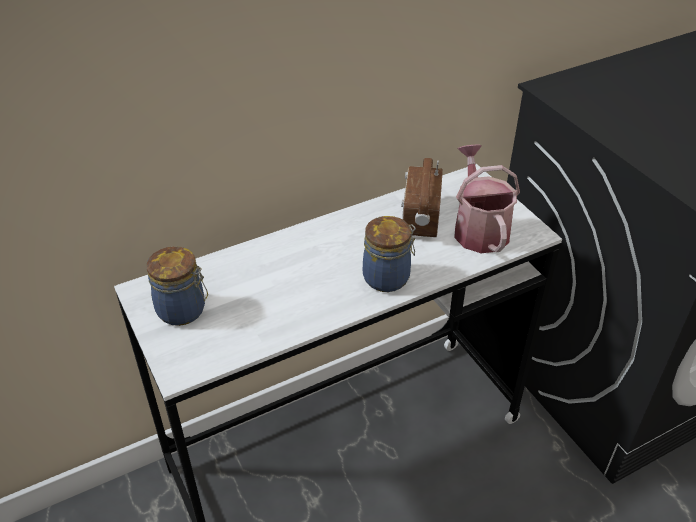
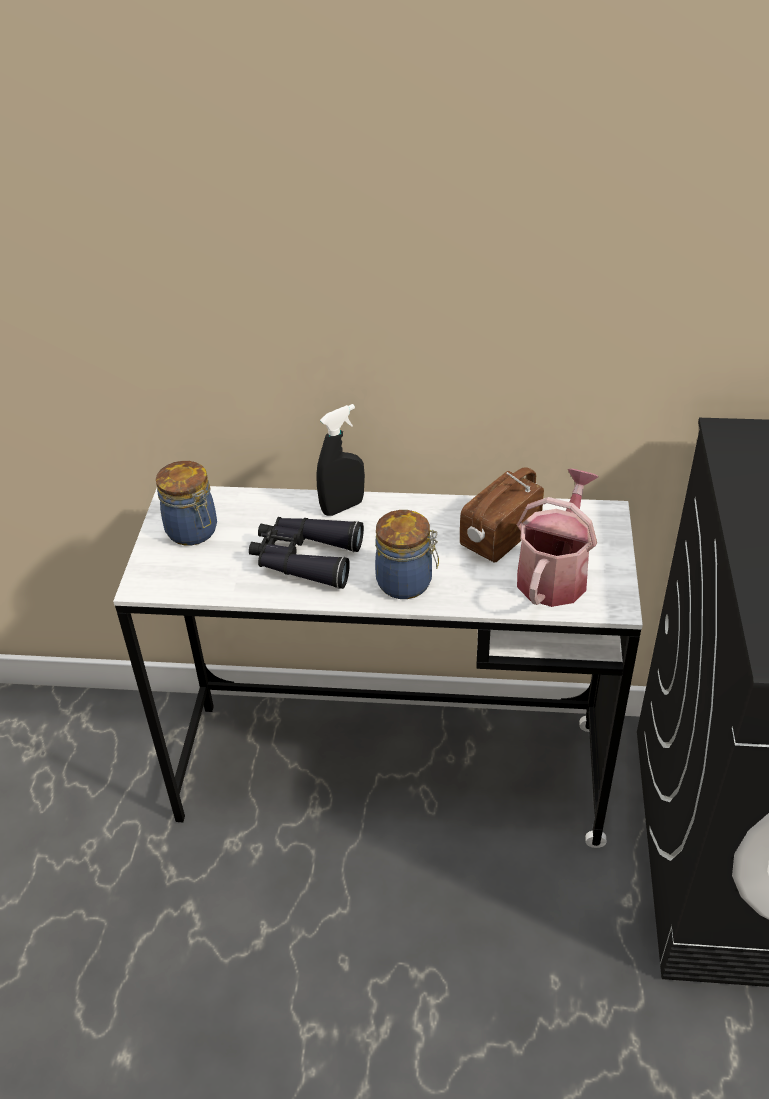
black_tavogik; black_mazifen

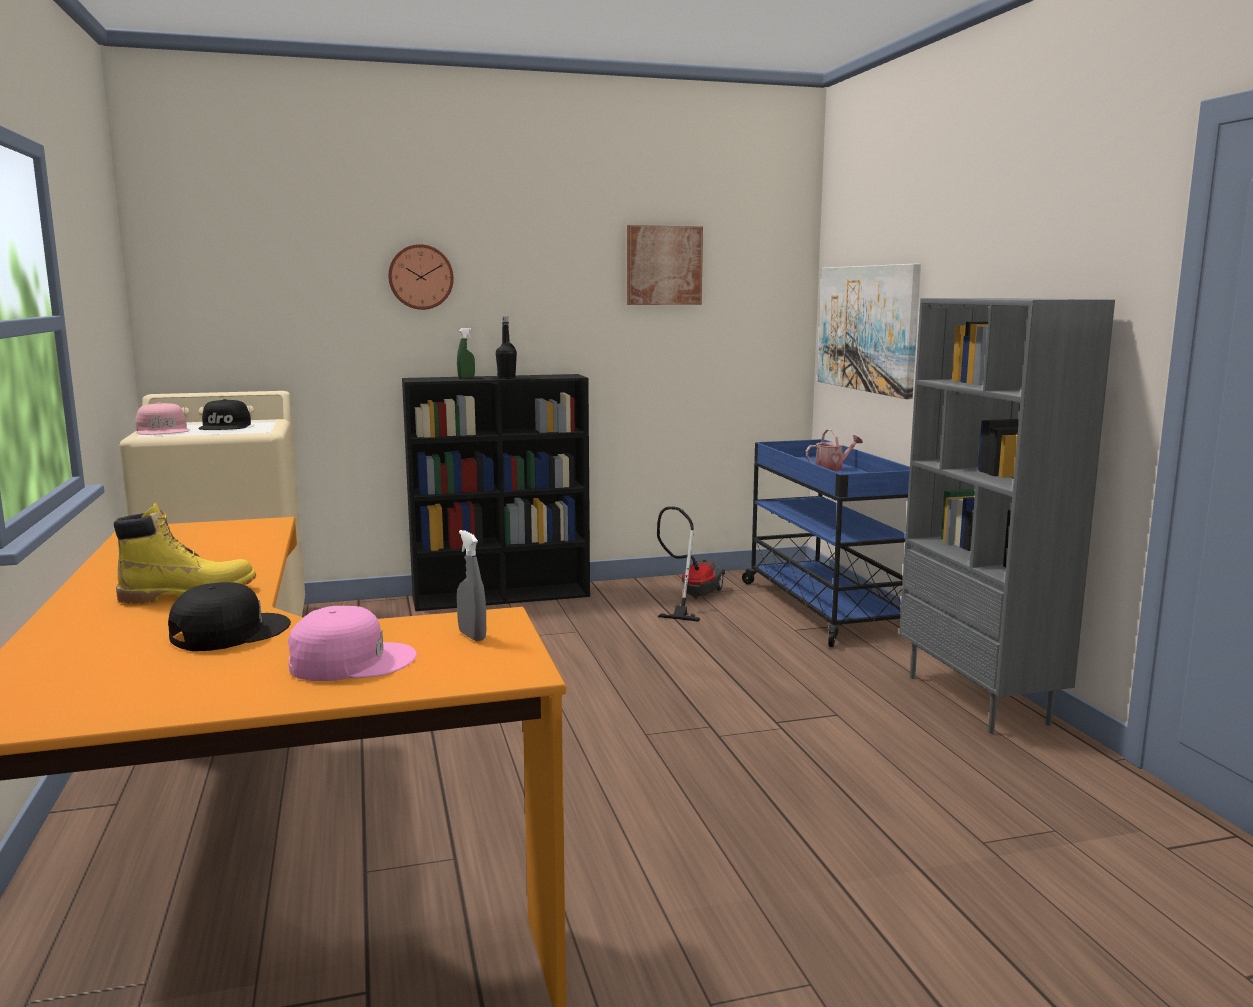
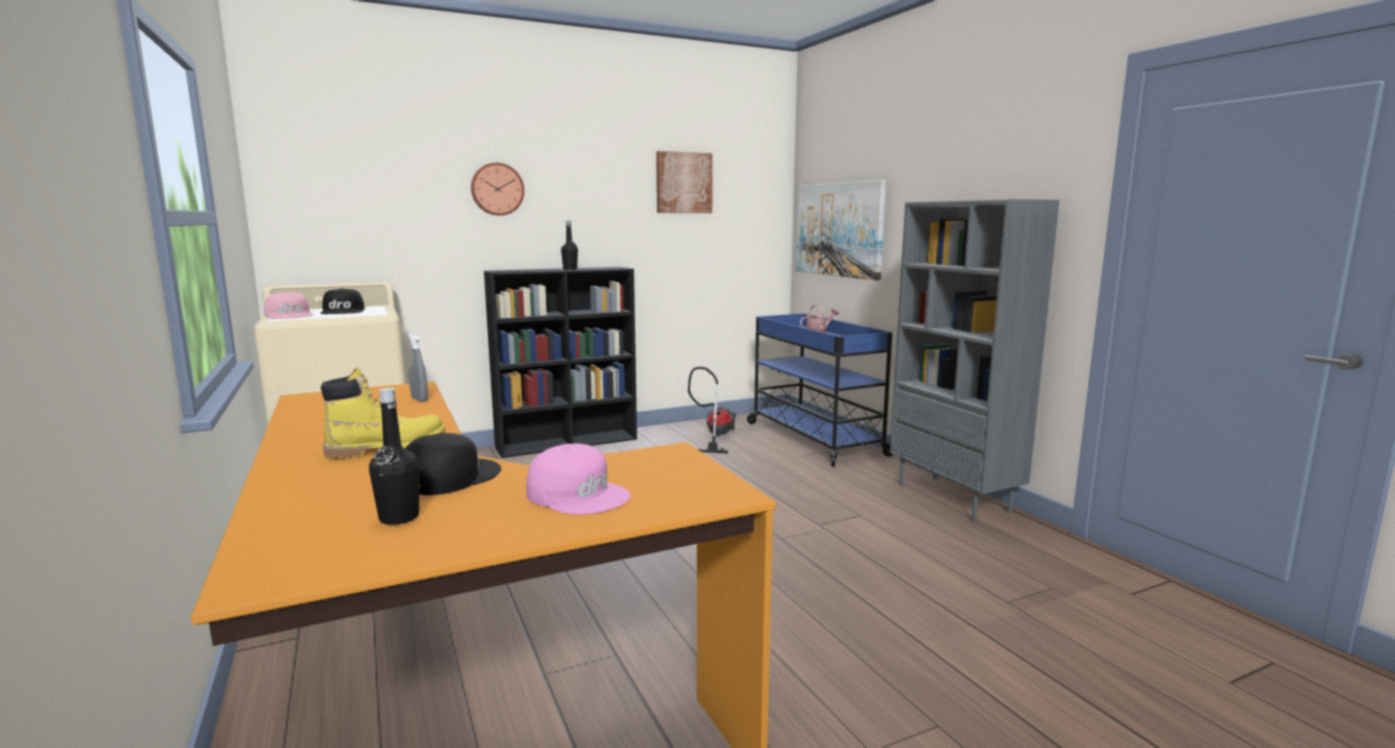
green_mazifen; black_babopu (no. 1 from left); grey_mazifen; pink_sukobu (no. 2 from left)

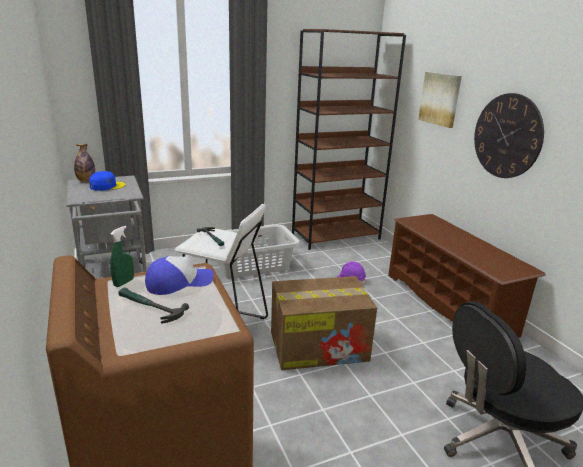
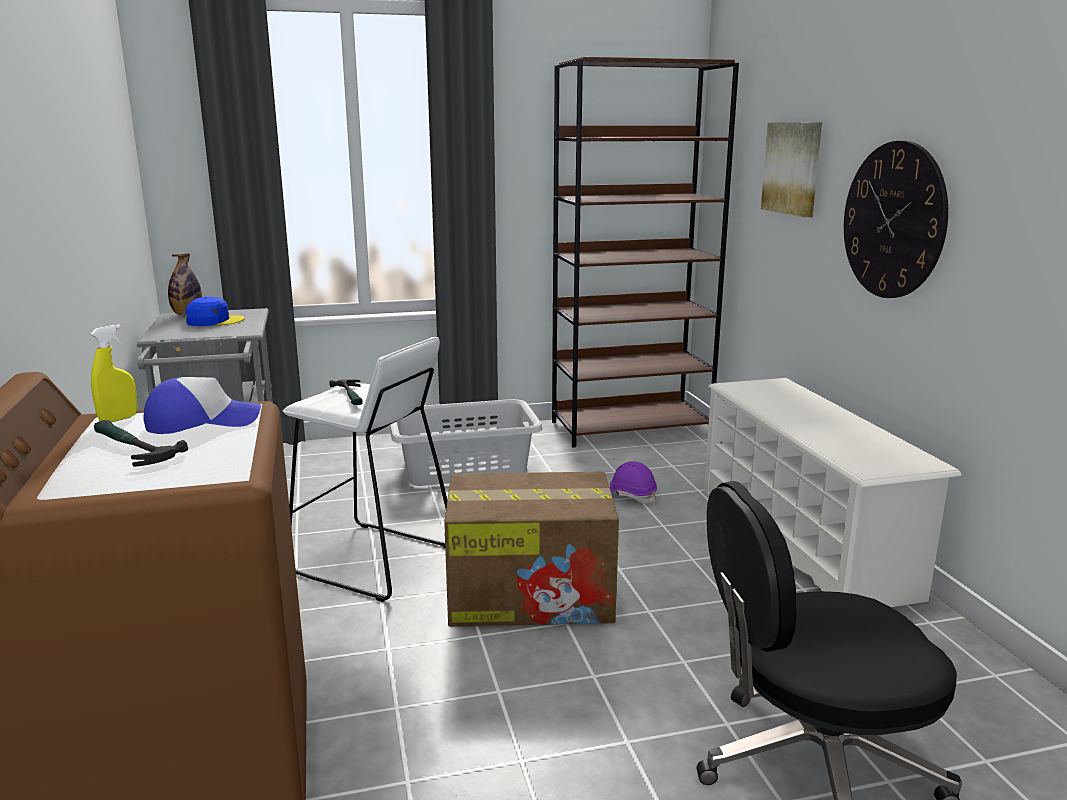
yellow_mazifen; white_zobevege

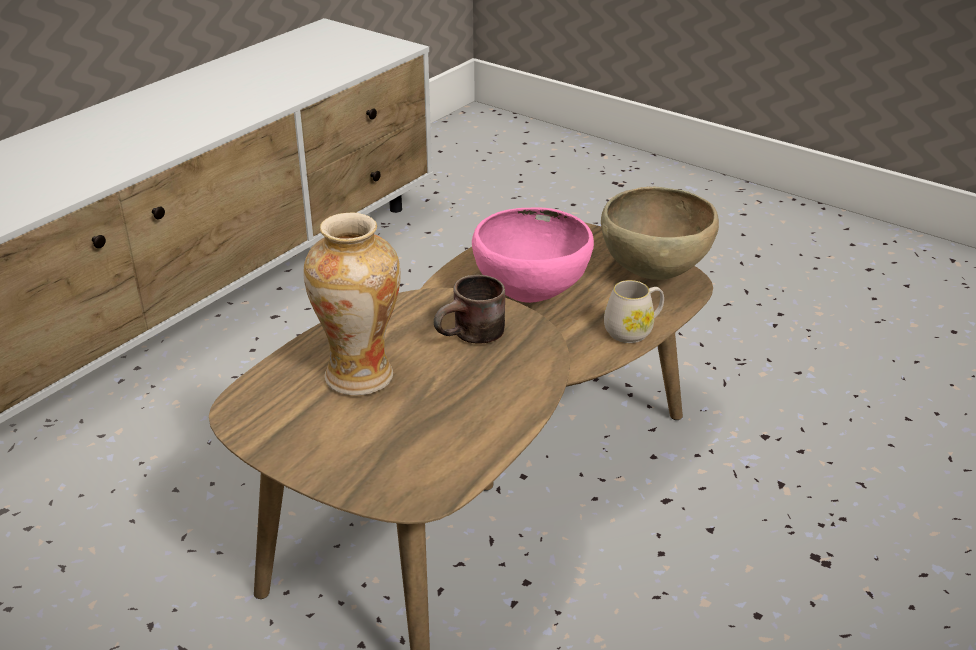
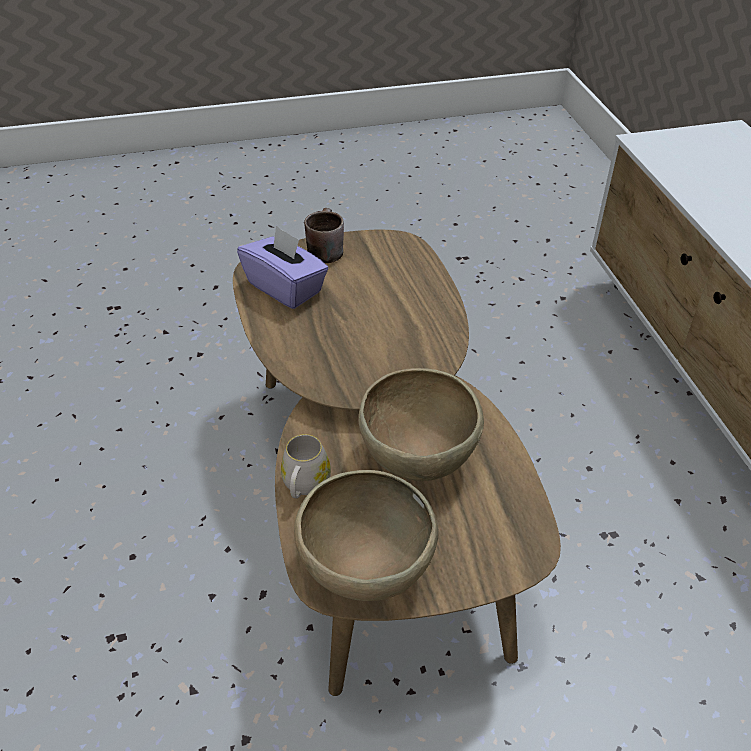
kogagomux; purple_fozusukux; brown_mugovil; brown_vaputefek (no. 2 from left)

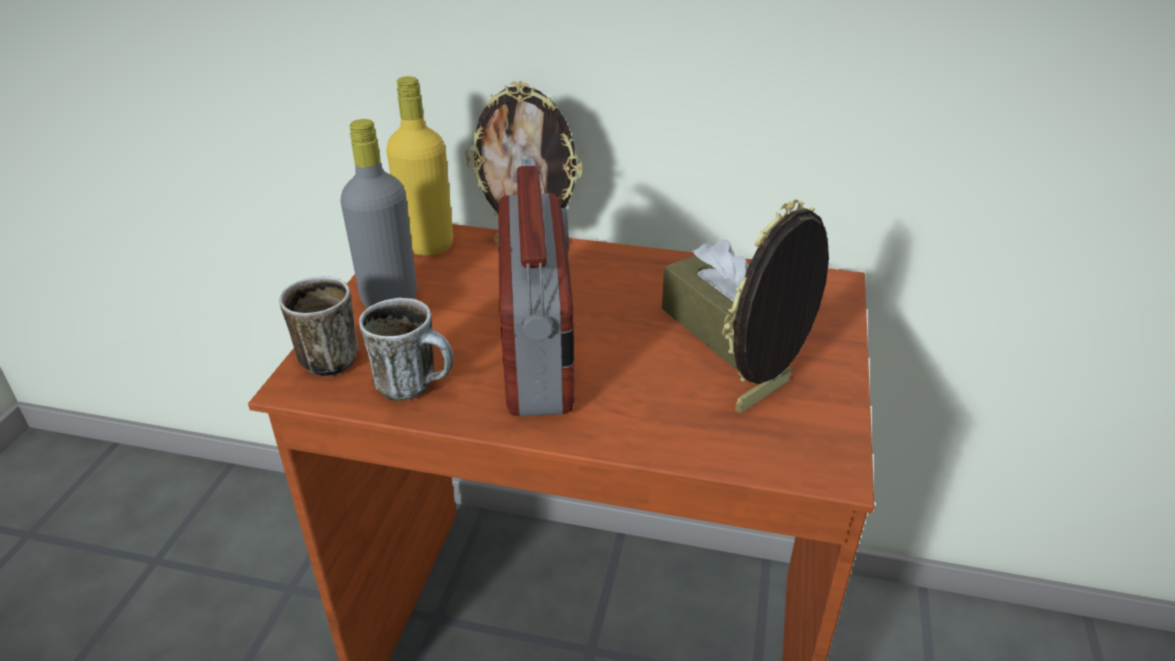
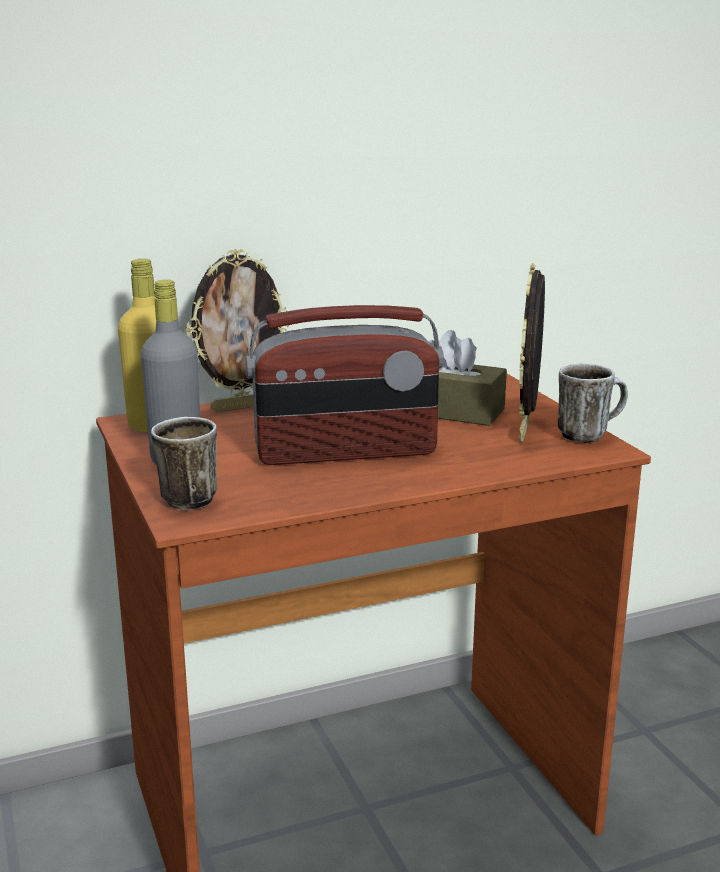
mugovil (no. 2 from left); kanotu

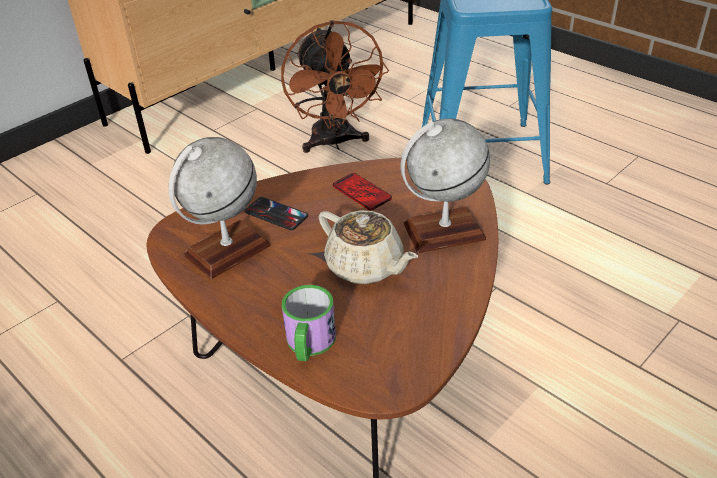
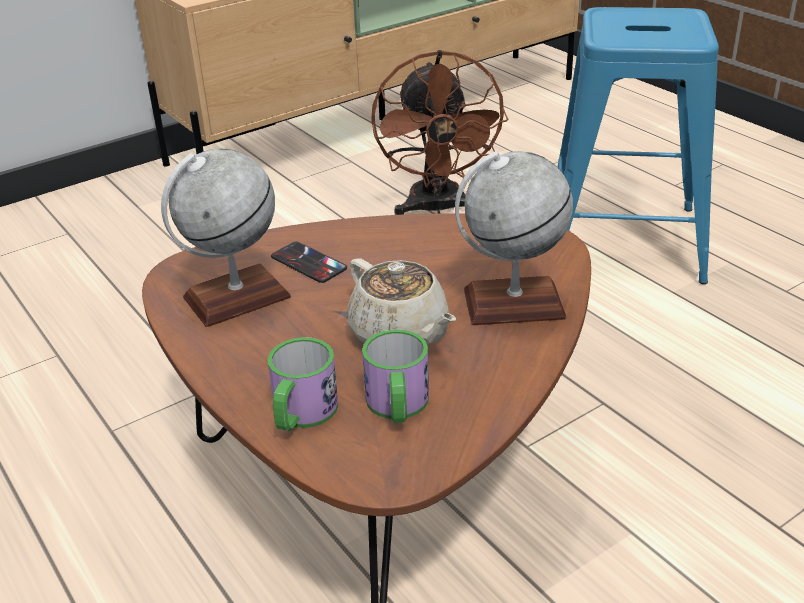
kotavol (no. 2 from left in the first image); mugovil (no. 2 from left)

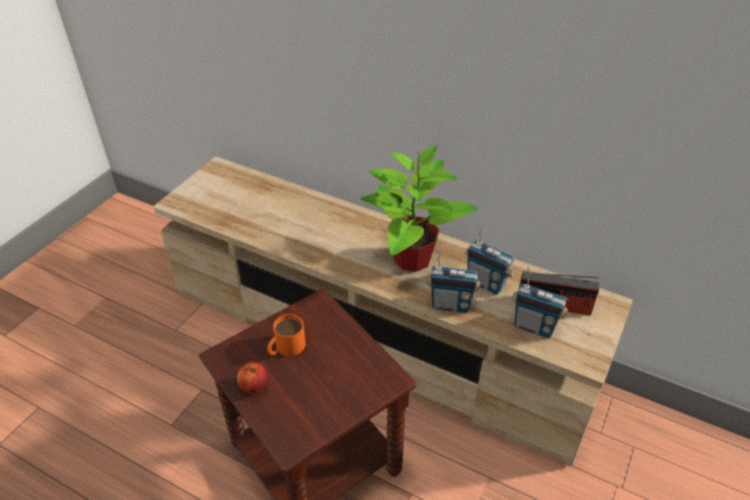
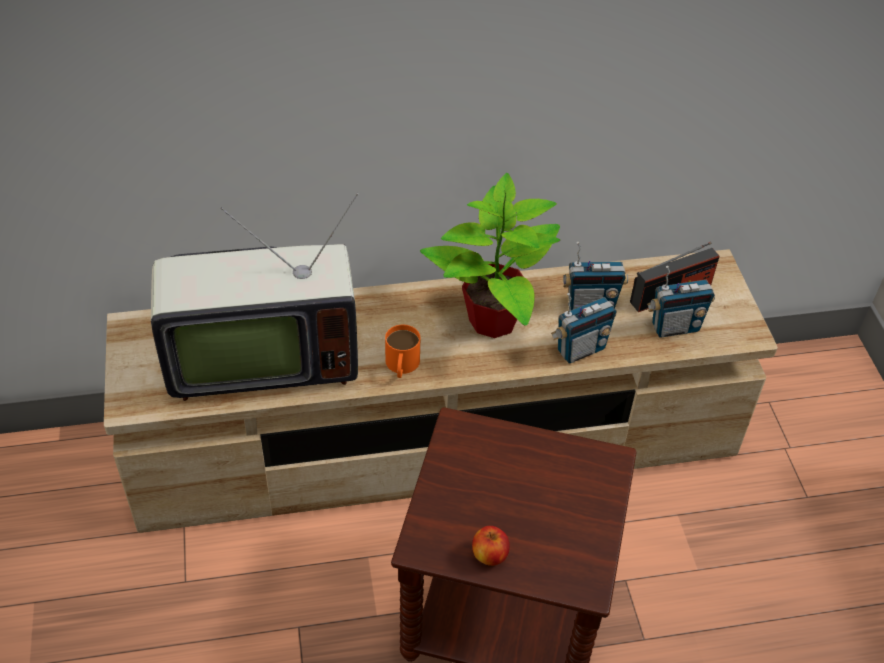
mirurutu; orange_mugovil

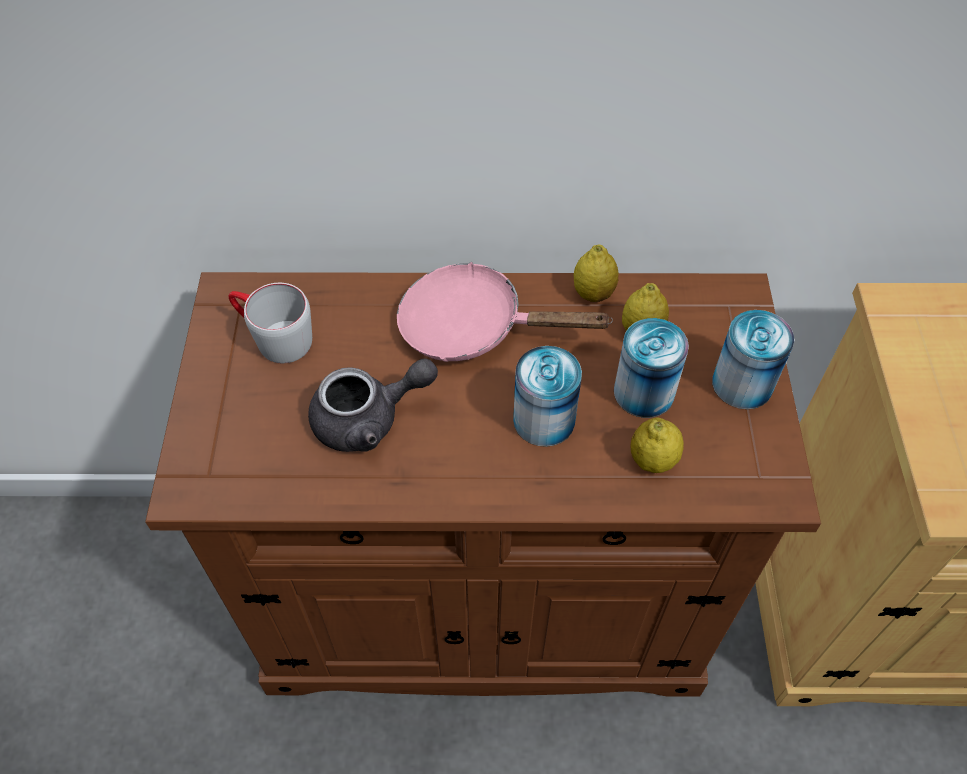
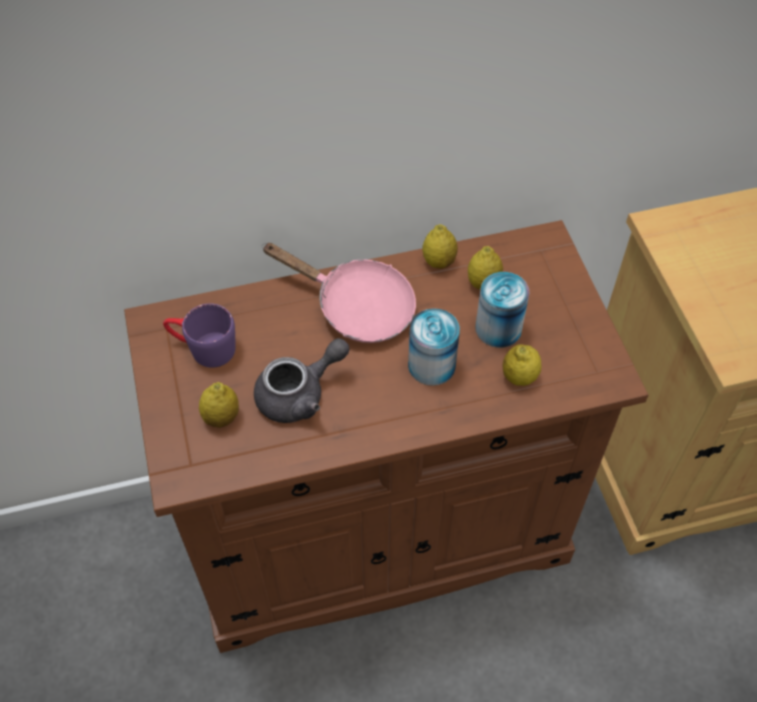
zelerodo (no. 3 from left in the first image); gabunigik (no. 1 from left); purple_mugovil; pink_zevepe

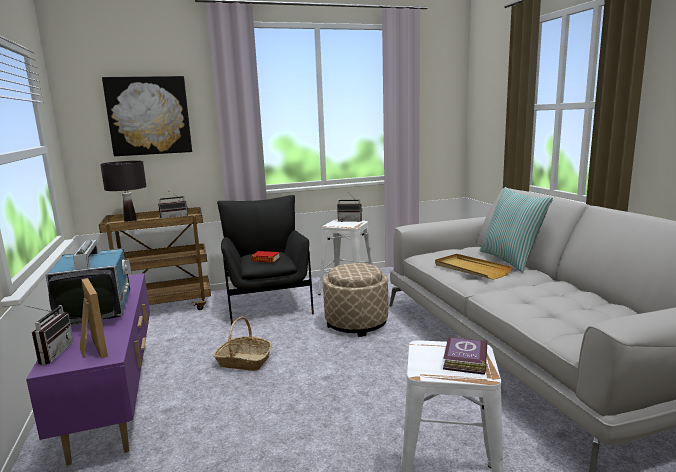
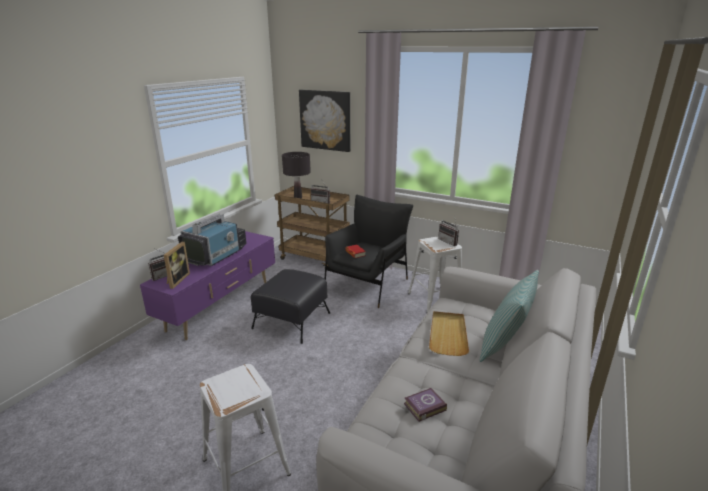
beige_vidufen; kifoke (no. 2 from left); black_vidufen

